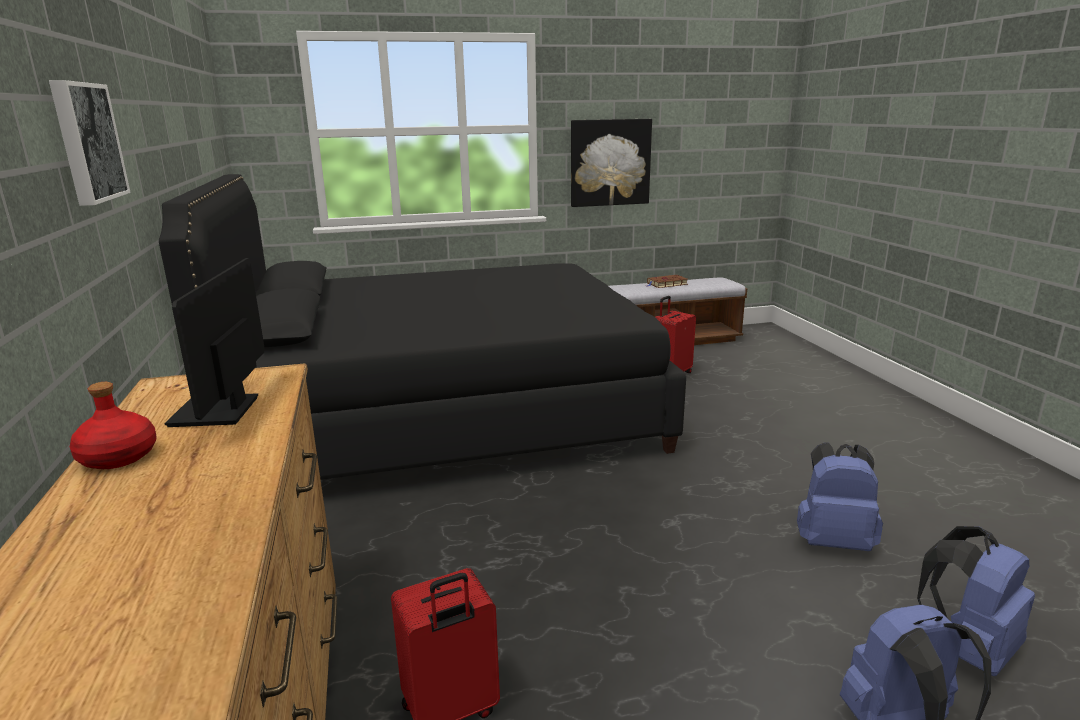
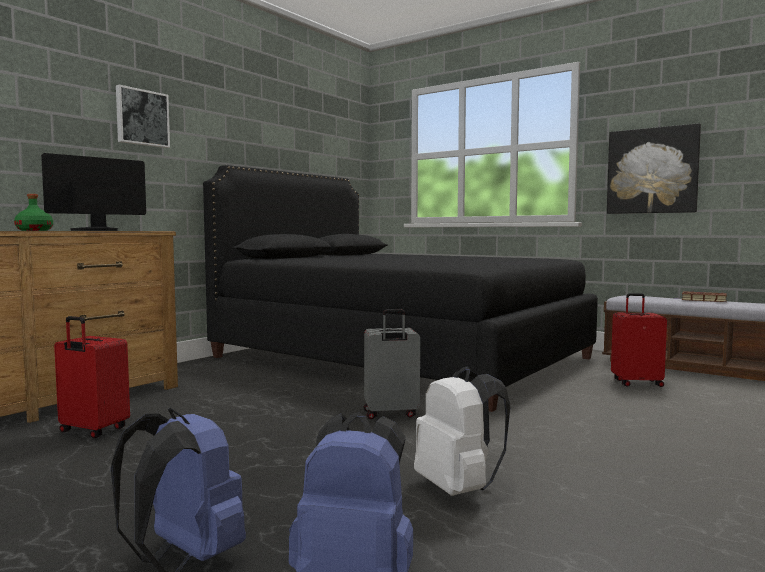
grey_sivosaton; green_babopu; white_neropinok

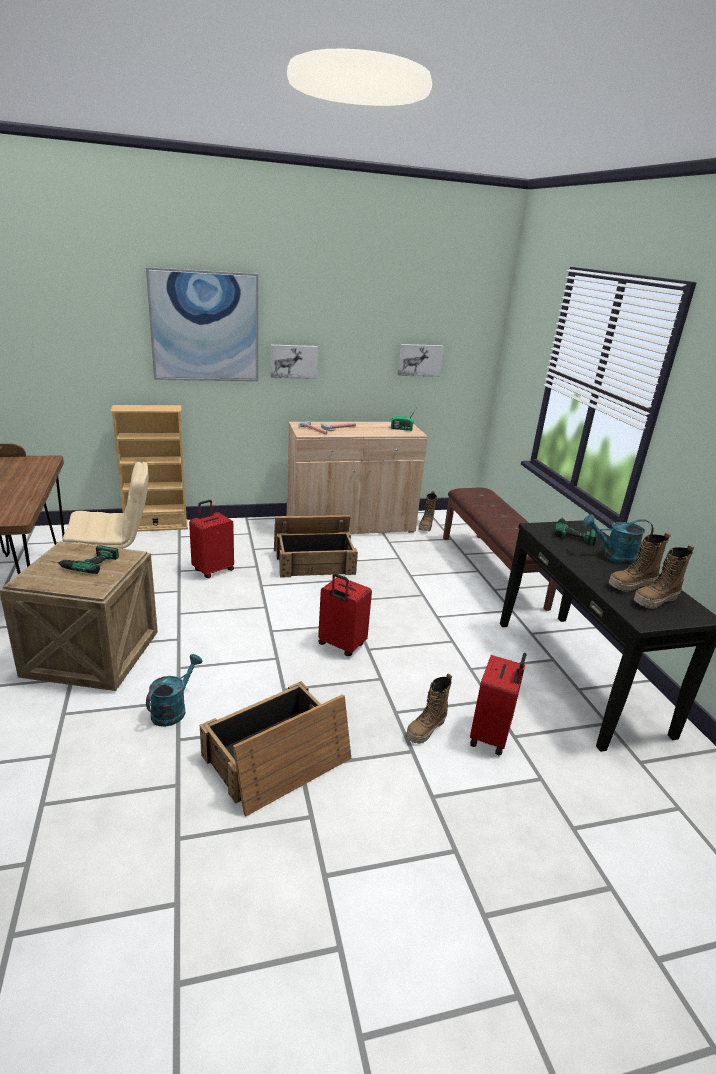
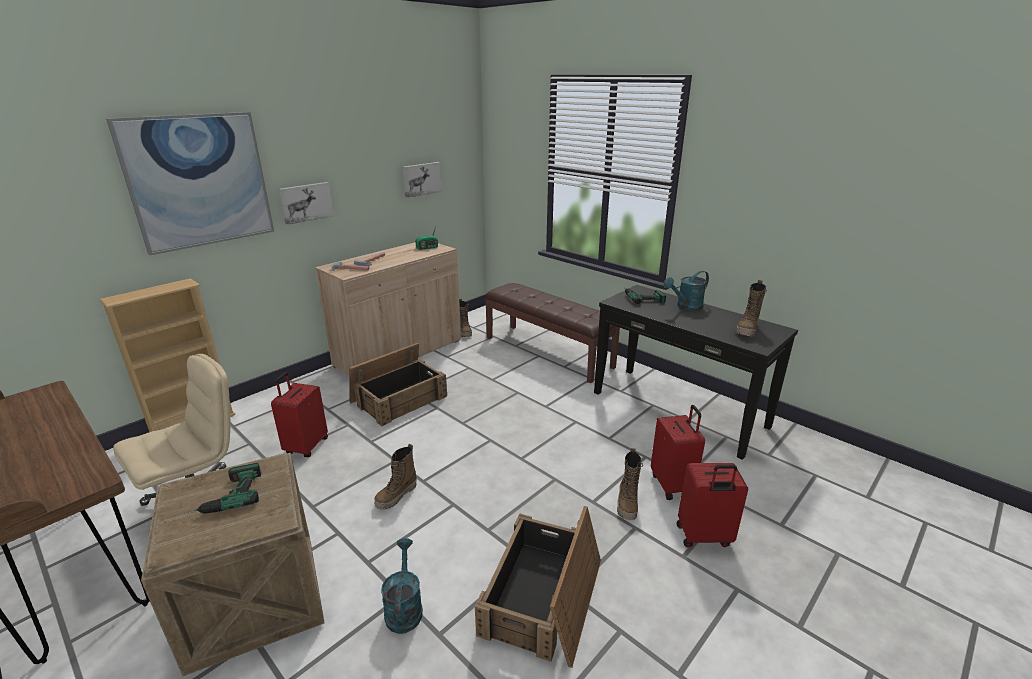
red_sivosaton (no. 3 from left); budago (no. 1 from left)

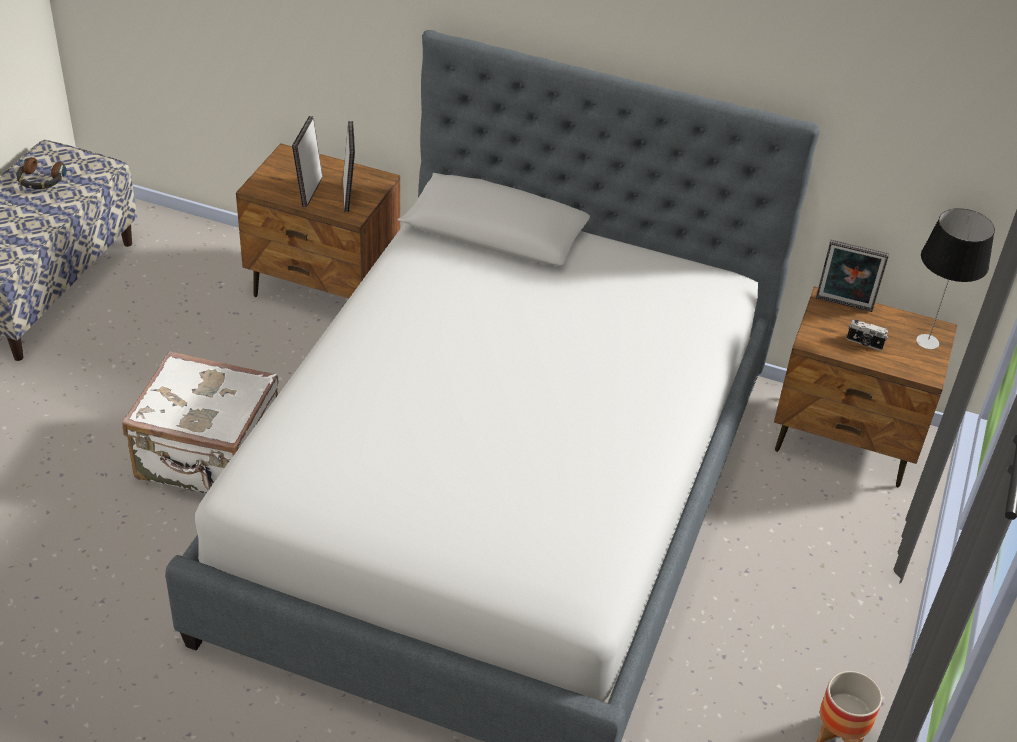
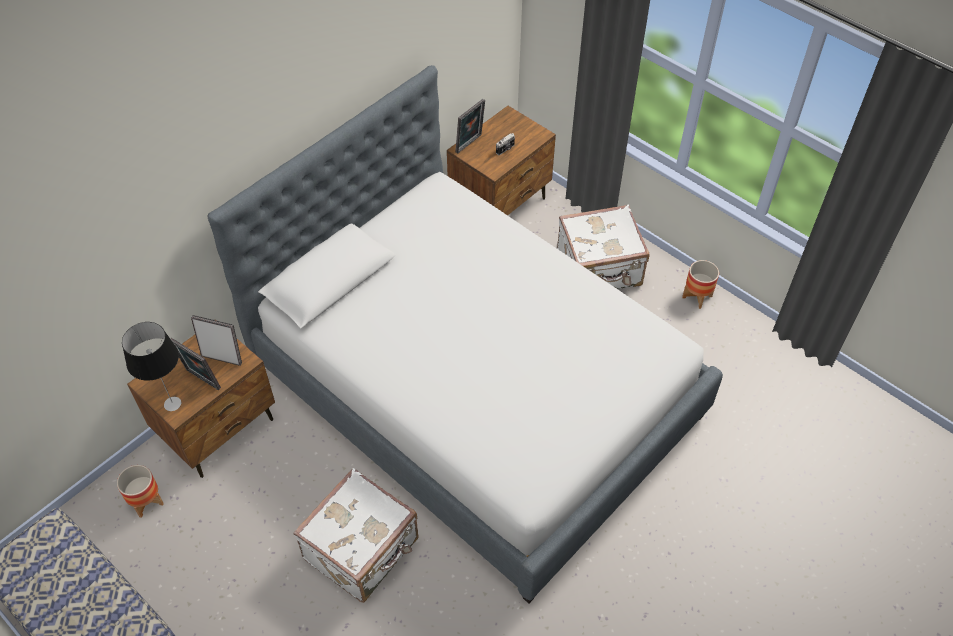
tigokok; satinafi (no. 1 from left); white_sivosaton (no. 2 from left); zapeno

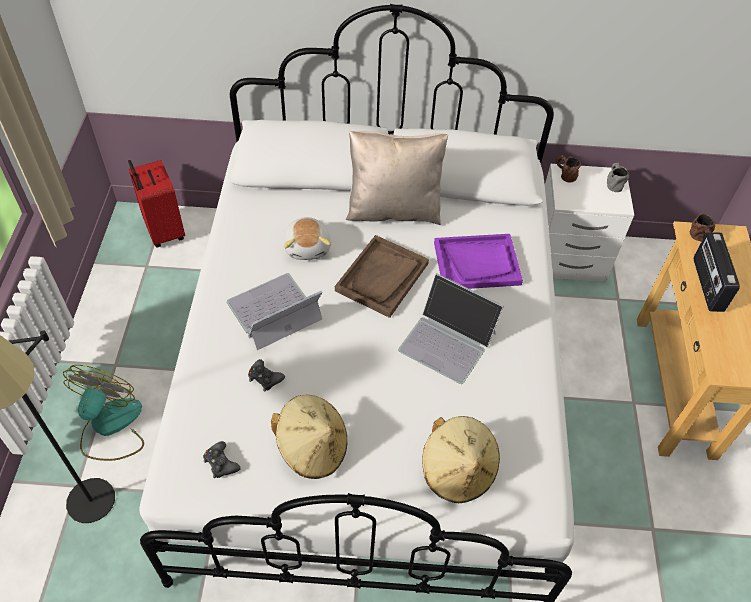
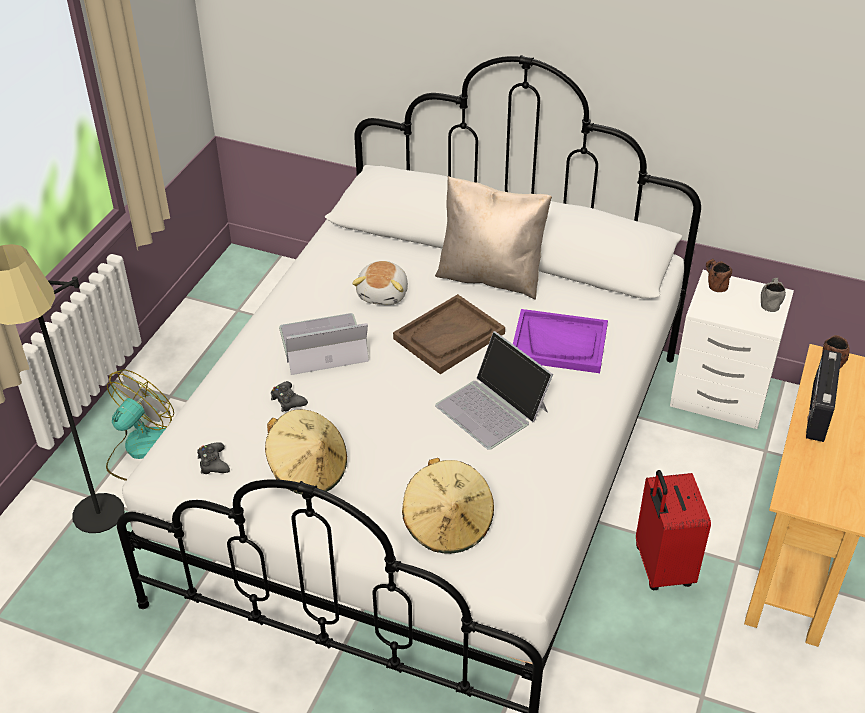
red_sivosaton

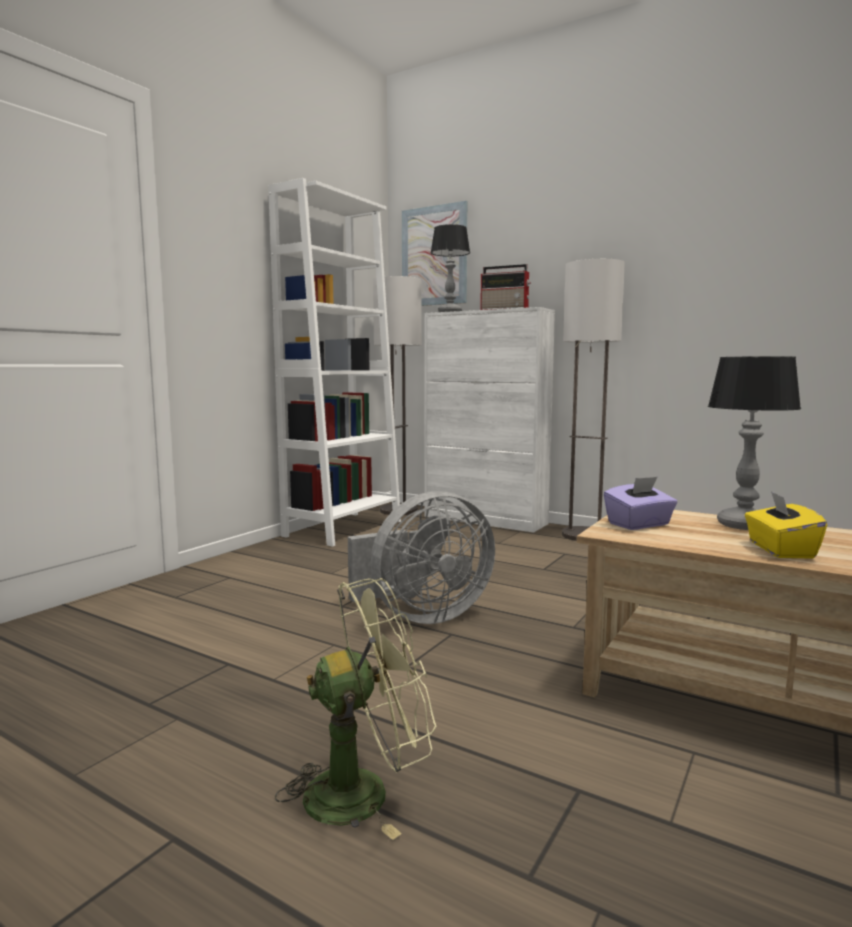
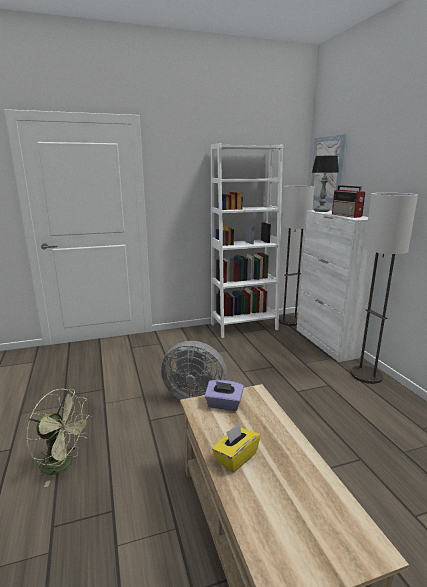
zapeno (no. 2 from left in the first image)

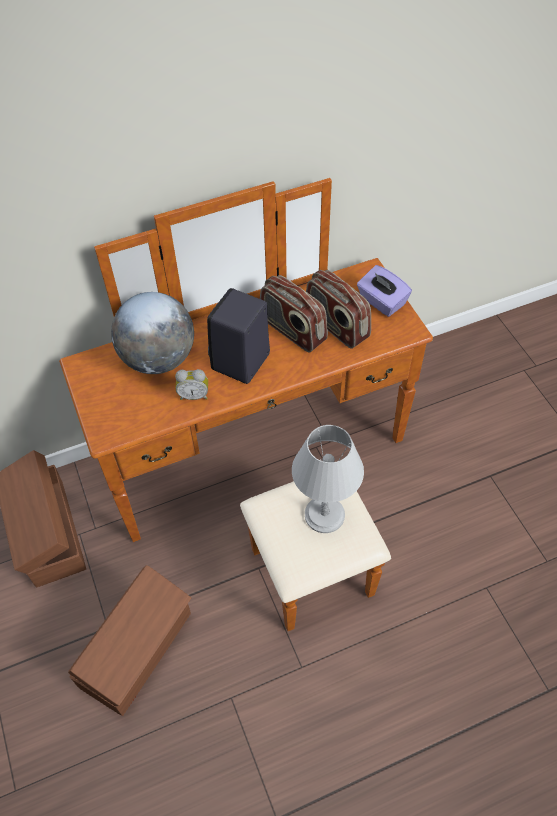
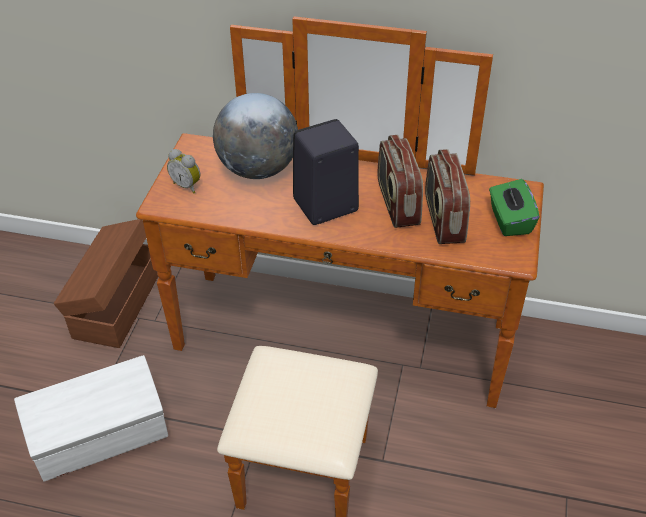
grey_zapeno; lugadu; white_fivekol; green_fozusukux

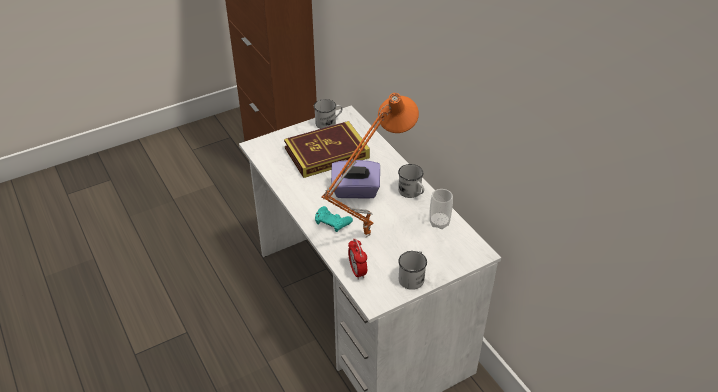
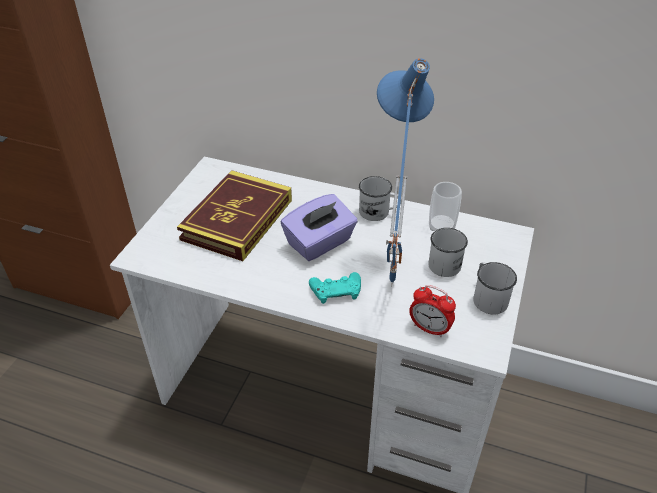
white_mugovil (no. 2 from left); blue_zapeno

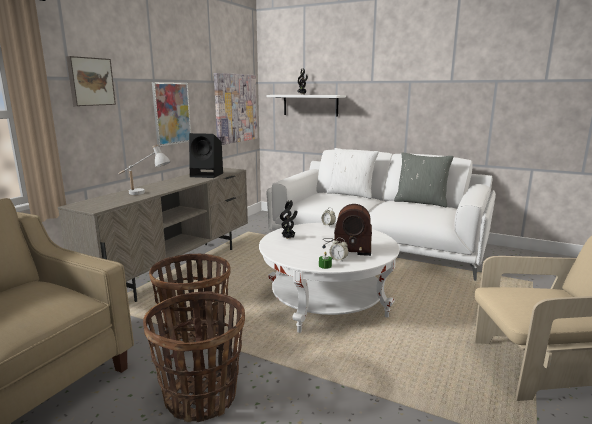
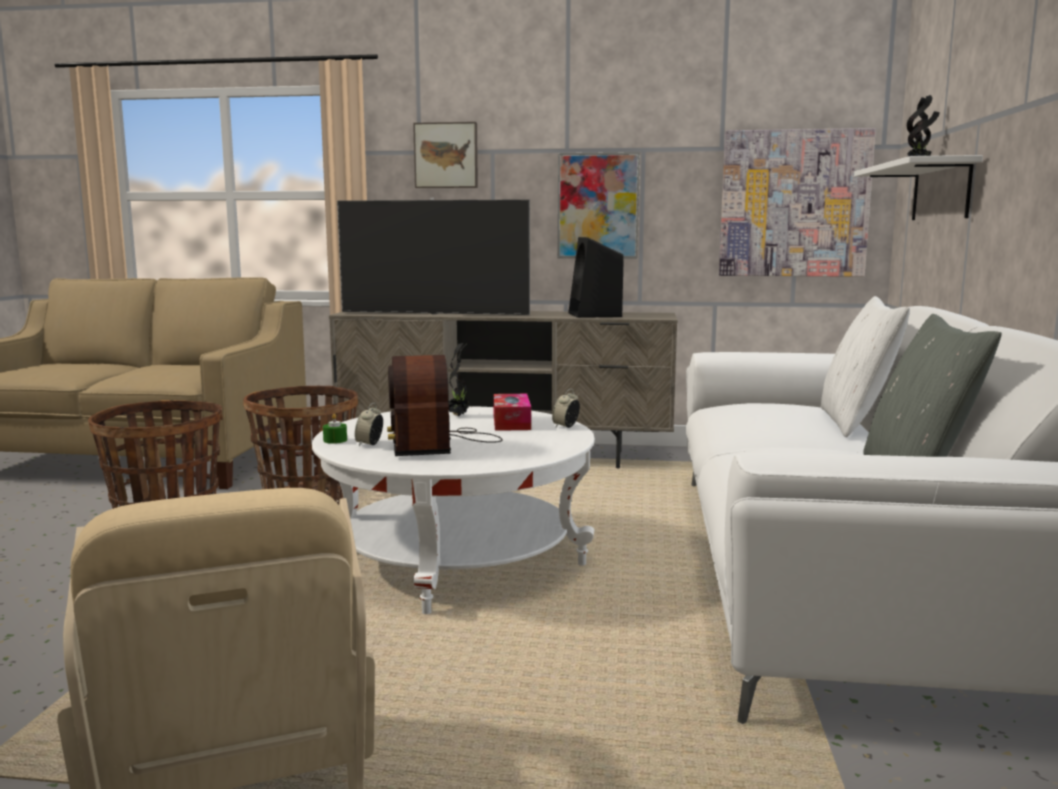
fozusukux; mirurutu

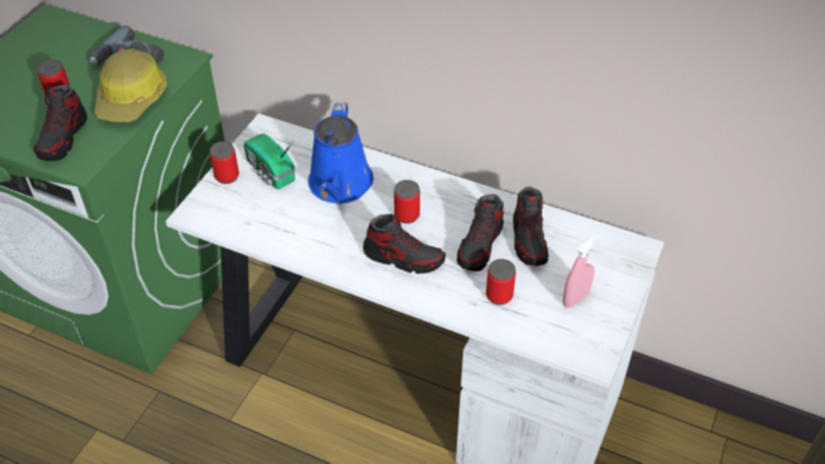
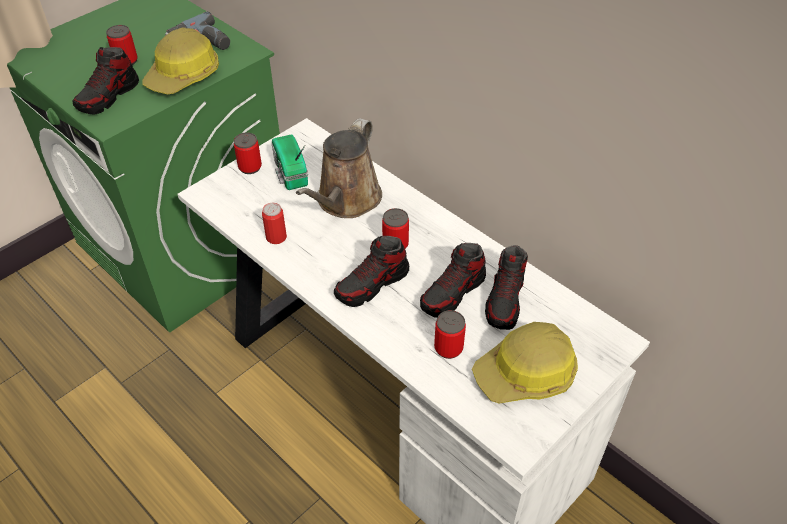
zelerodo (no. 3 from left); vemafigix (no. 2 from left); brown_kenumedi; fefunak (no. 2 from left)

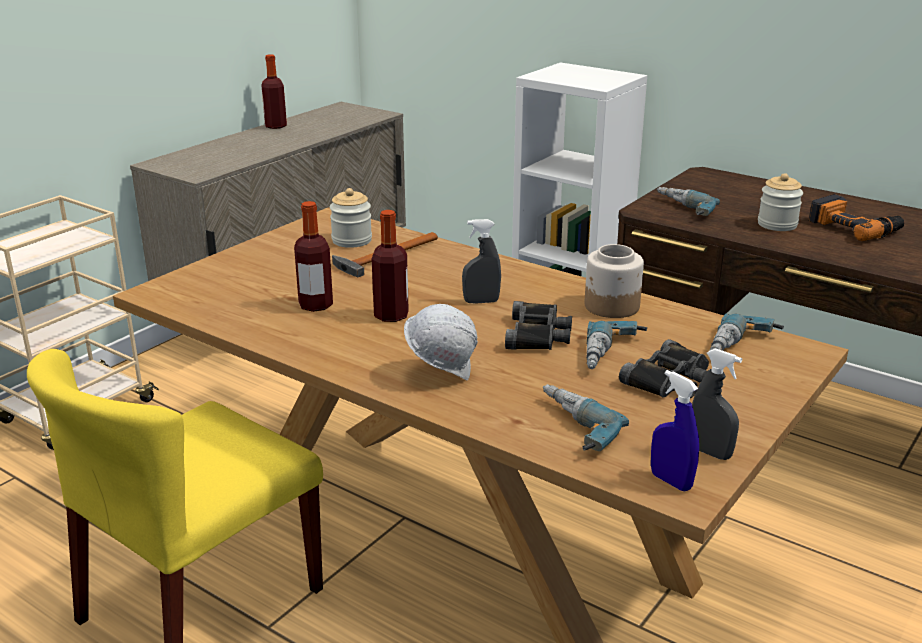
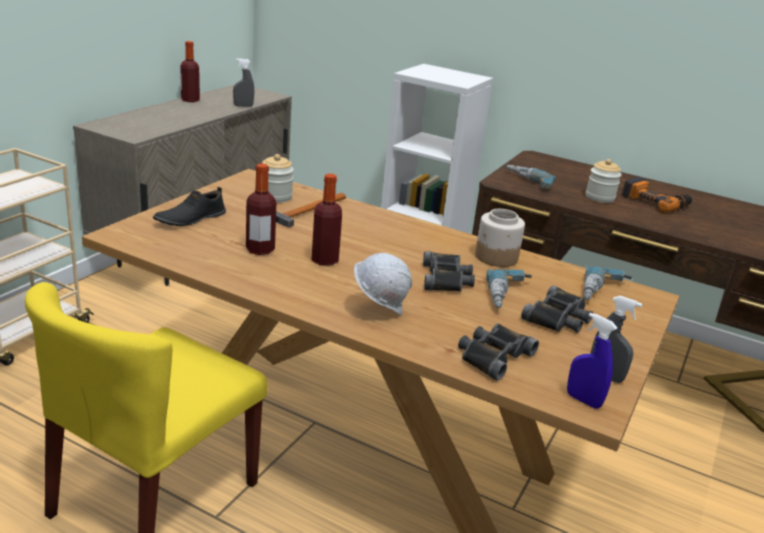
black_fefunak; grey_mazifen (no. 1 from left); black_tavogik (no. 2 from left)

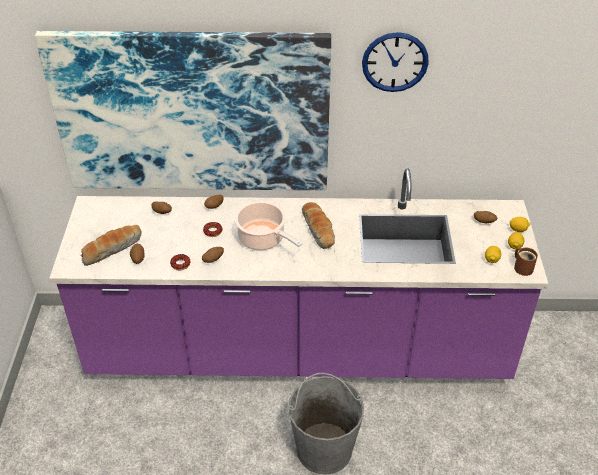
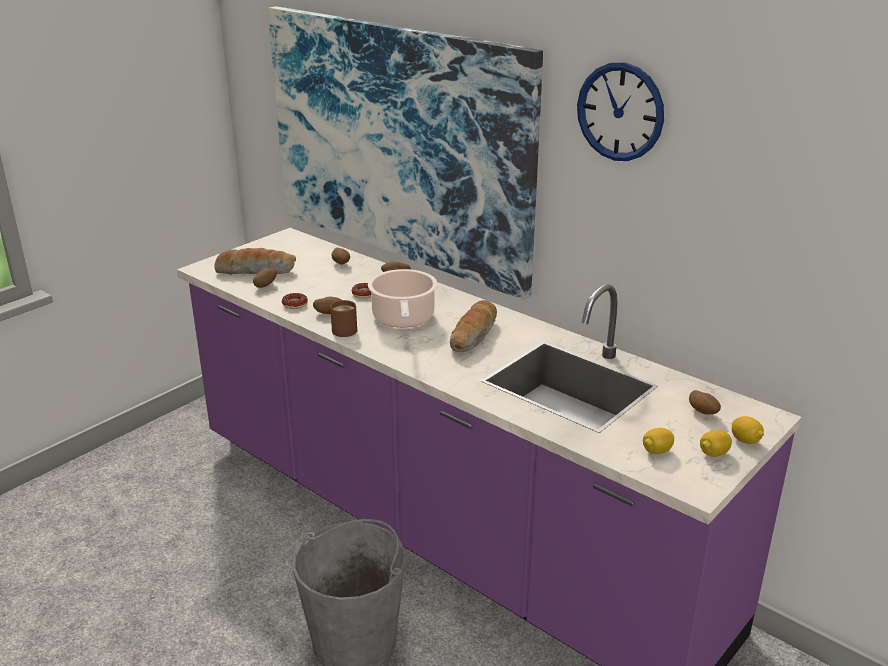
brown_mugovil

